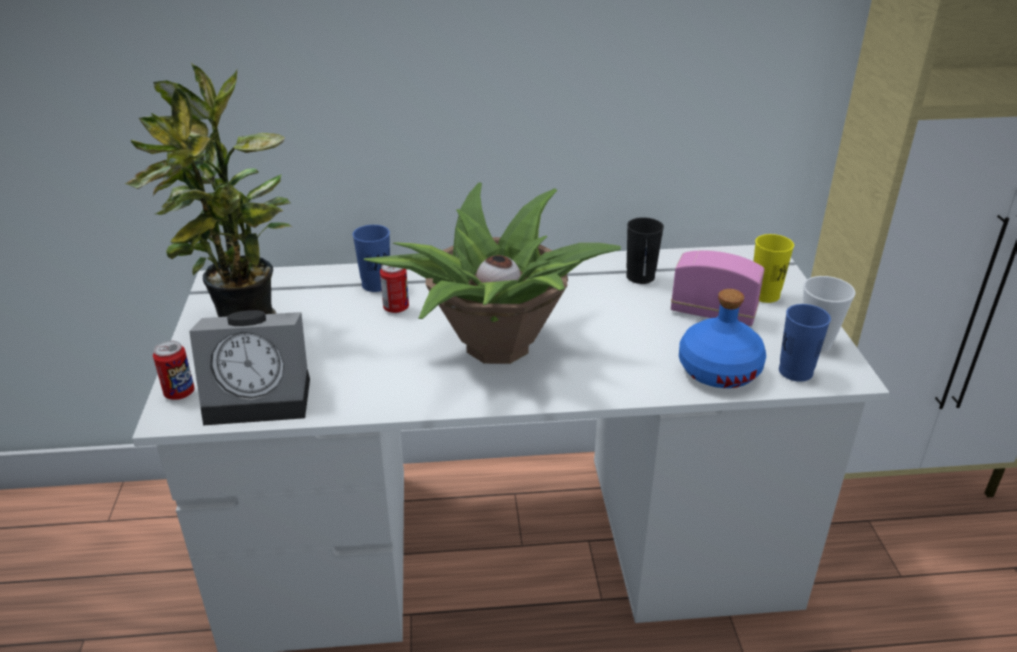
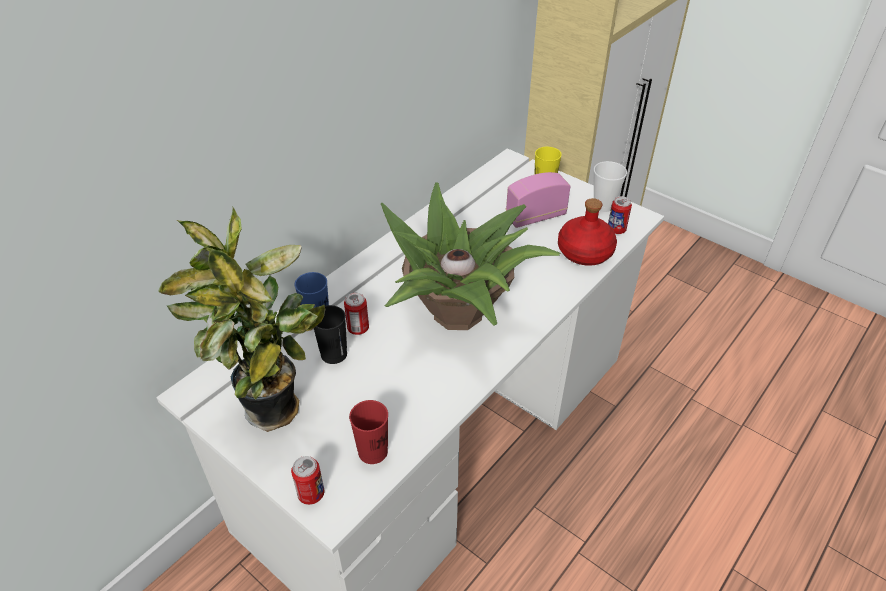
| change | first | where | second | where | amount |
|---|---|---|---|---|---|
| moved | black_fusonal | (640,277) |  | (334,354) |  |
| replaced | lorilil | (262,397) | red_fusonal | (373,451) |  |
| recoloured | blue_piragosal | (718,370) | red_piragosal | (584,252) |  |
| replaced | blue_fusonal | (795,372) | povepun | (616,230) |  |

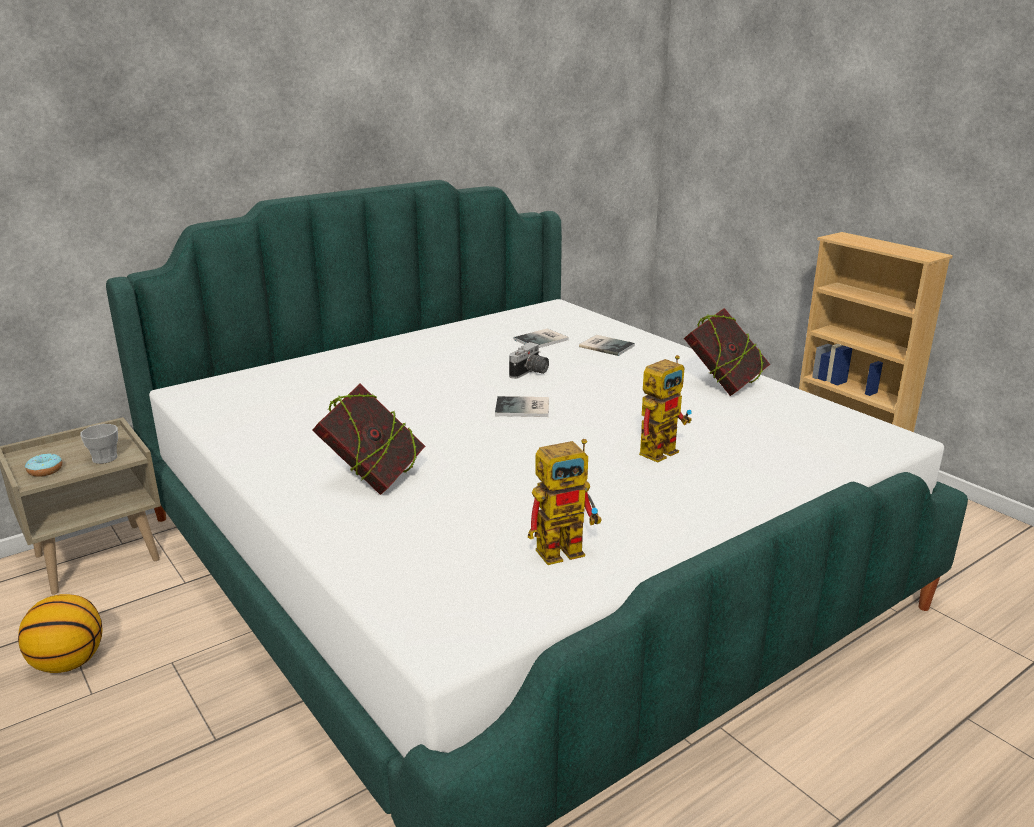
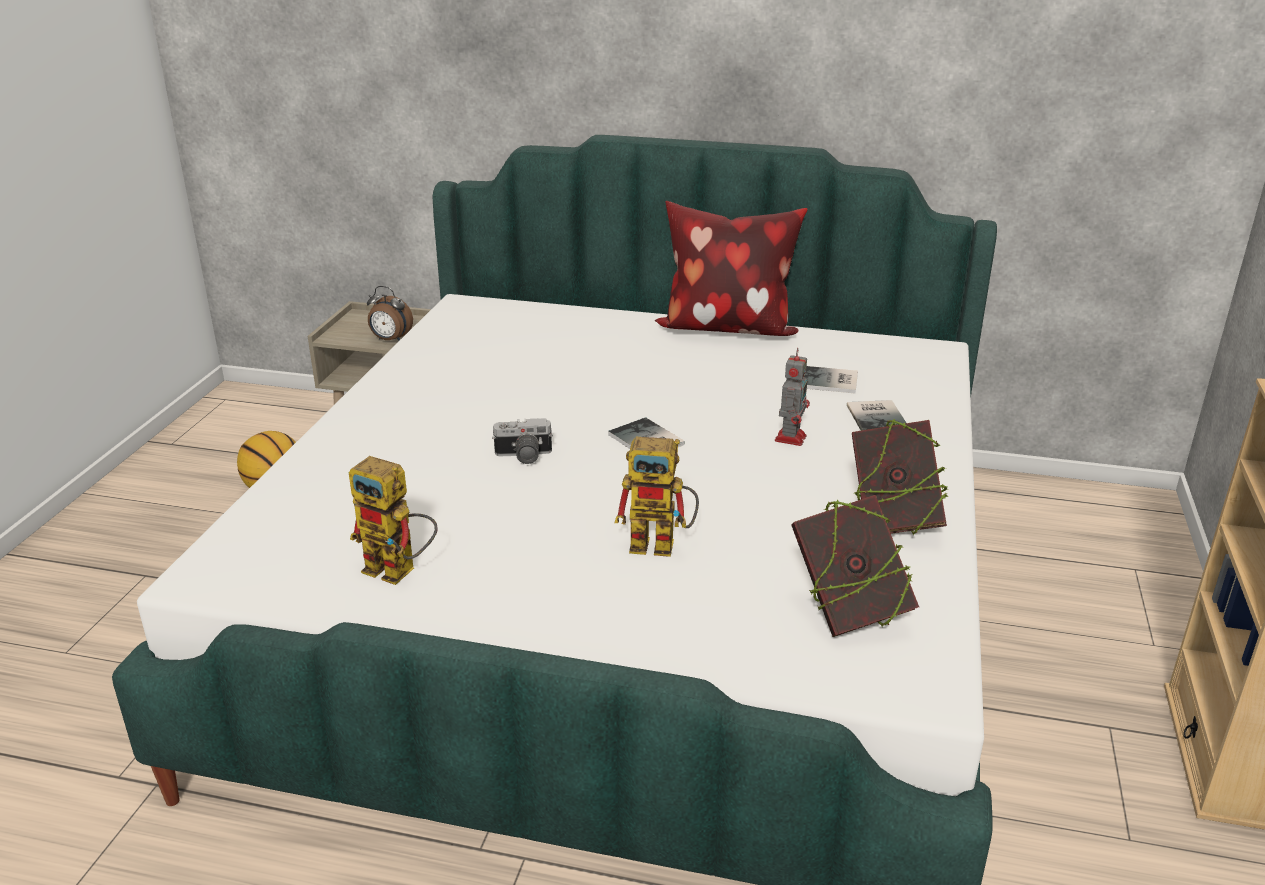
| change | first | where | second | where | amount |
|---|---|---|---|---|---|
| replaced | fusonal | (105,458) | lorilil | (390,340) |  |
| moved | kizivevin | (530,373) |  | (523,456) |  |
| added |  |  | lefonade | (726,328) |  |
| added |  |  | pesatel | (791,437) |  |
| moved | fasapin | (373,479) |  | (848,612) |  |
| removed | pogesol | (45,471) |  |  |  |

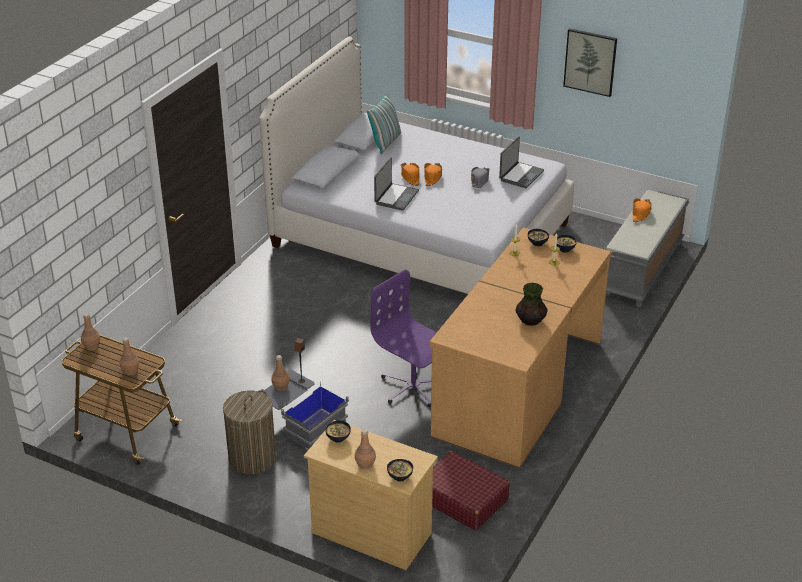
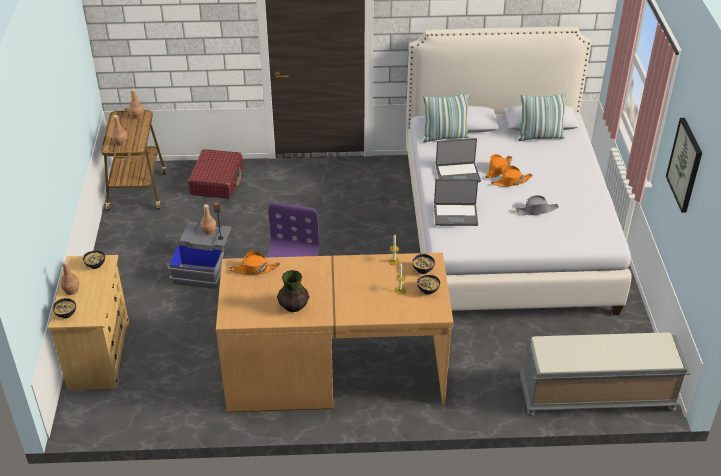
| change | first | where | second | where | amount |
|---|---|---|---|---|---|
| moved | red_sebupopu | (462,499) |  | (217,181) |  |
| moved | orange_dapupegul | (641,213) |  | (254,269) |  |
| added |  |  | lefonade | (445,137) |  |
| moved | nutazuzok | (520,175) |  | (455,215) |  |
| removed | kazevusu | (252,458) |  |  |  |

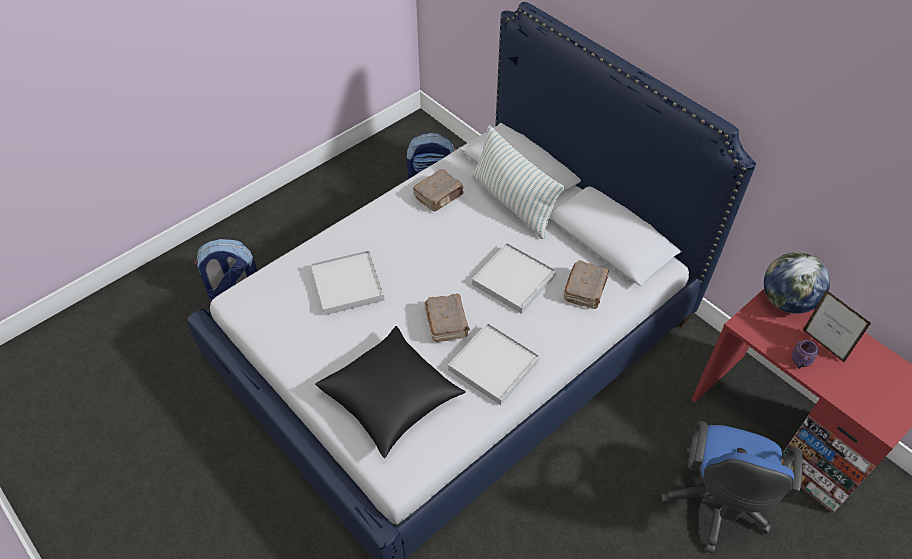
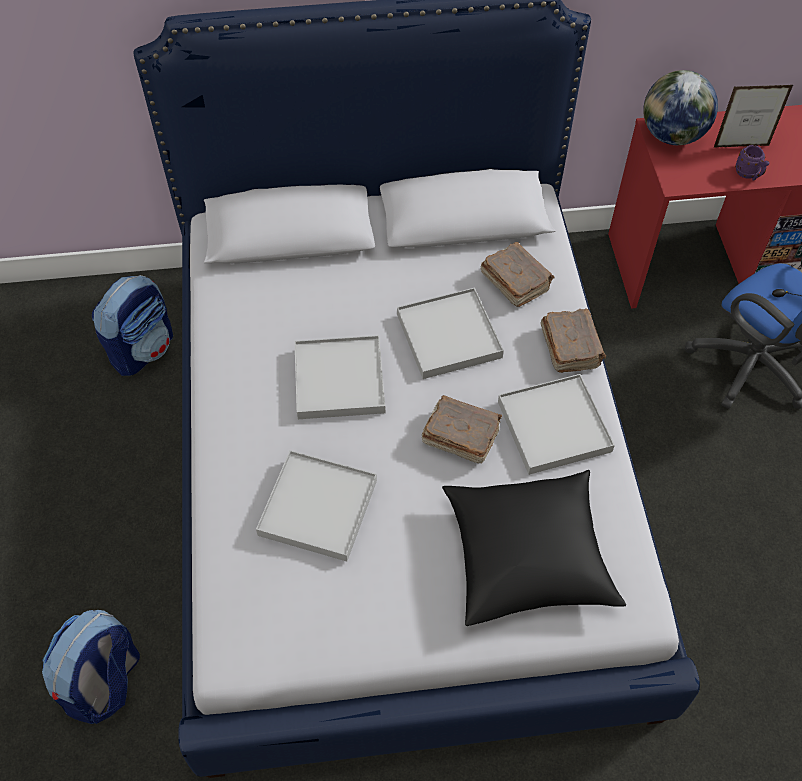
| change | first | where | second | where | amount |
|---|---|---|---|---|---|
| added |  |  | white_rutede | (339,380) |  |
| moved | brown_fasapin | (439,196) |  | (570,347) |  |
| removed | lefonade | (513,203) |  |  |  |

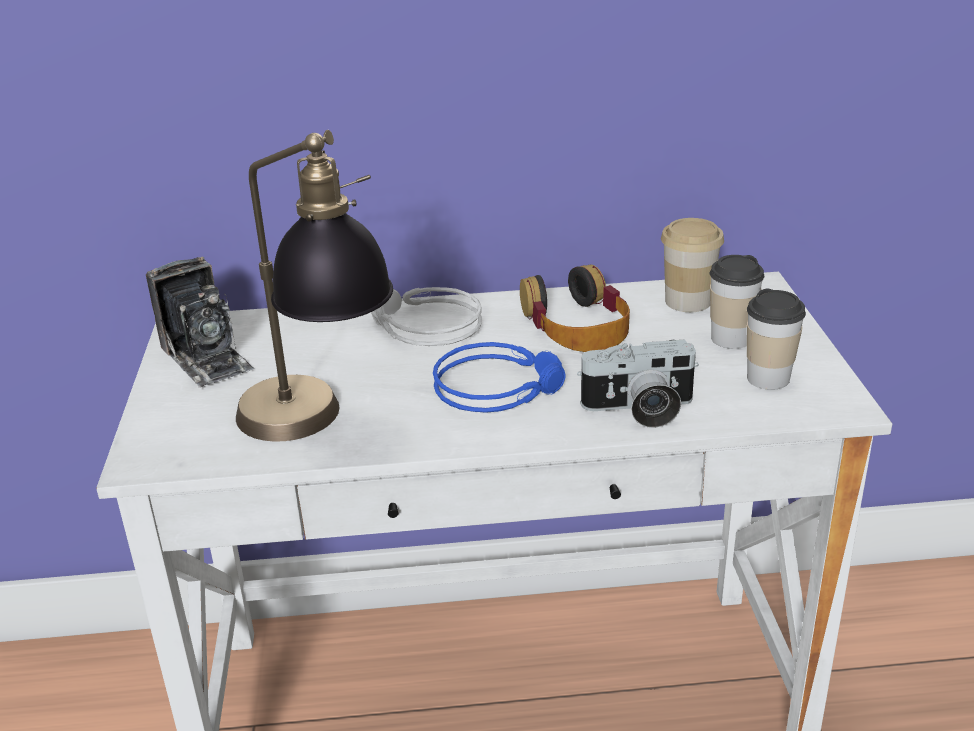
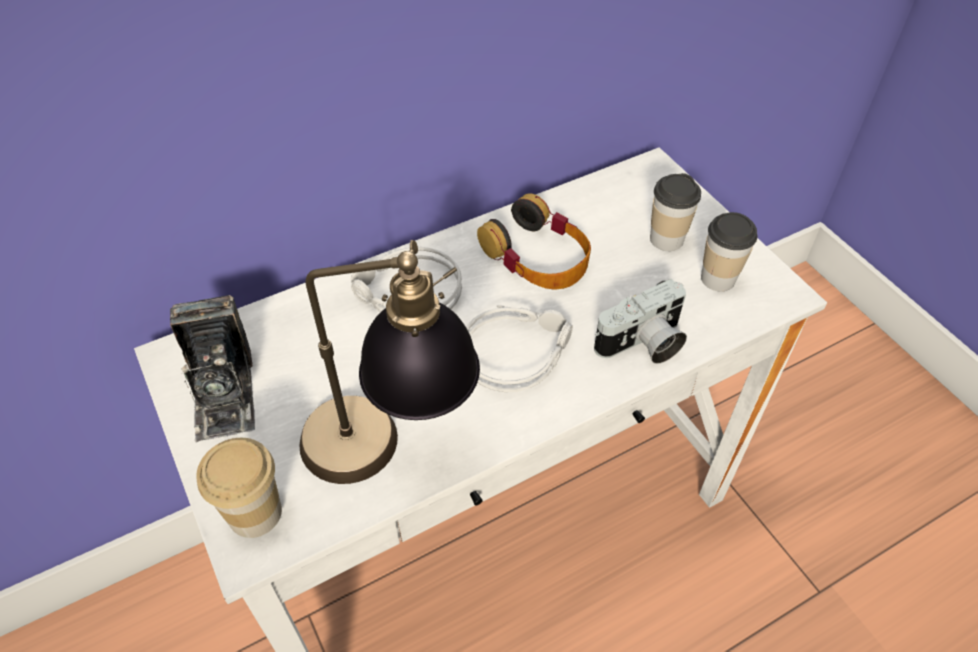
| change | first | where | second | where | amount |
|---|---|---|---|---|---|
| turned | kizivevin | (206,357) |  | (224,392) | 45 degrees clockwise |
| moved | fusonal | (688,301) |  | (255,513) |  |
| recoloured | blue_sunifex | (499,386) | grey_sunifex | (516,350) |  |

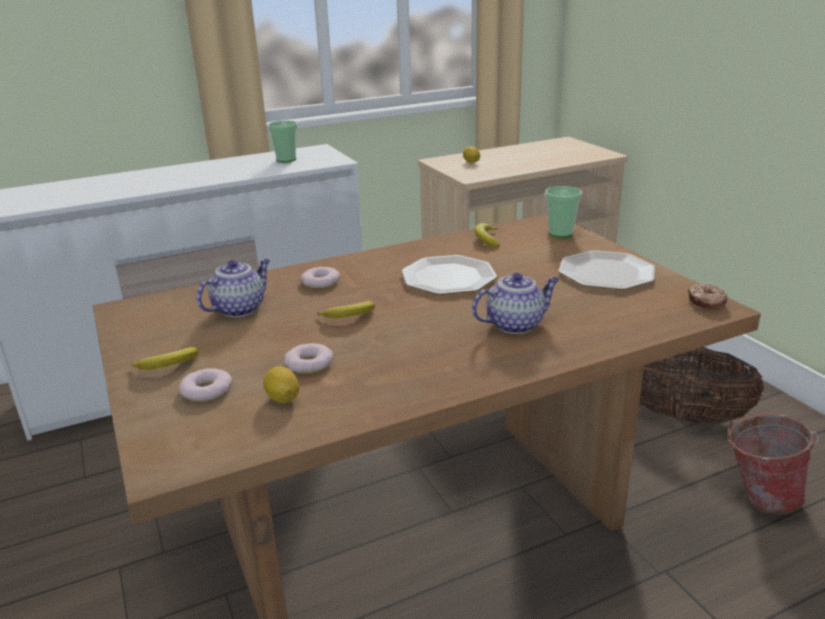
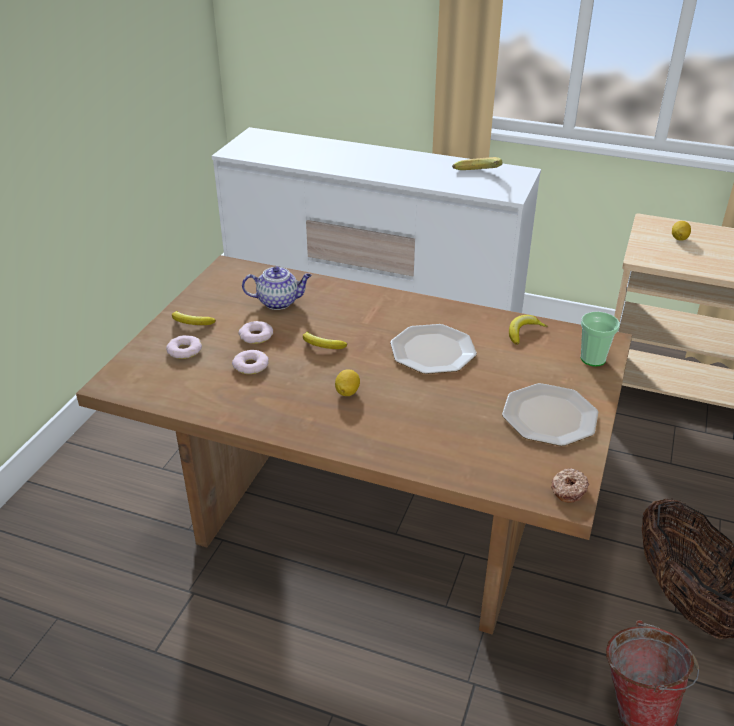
| change | first | where | second | where | amount |
|---|---|---|---|---|---|
| moved | pogesol | (321,282) |  | (256,336) |  |
| moved | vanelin | (283,398) |  | (347,392) |  |
| replaced | fusonal | (286,159) | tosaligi | (478,176) |  |
| removed | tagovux | (515,324) |  |  |  |

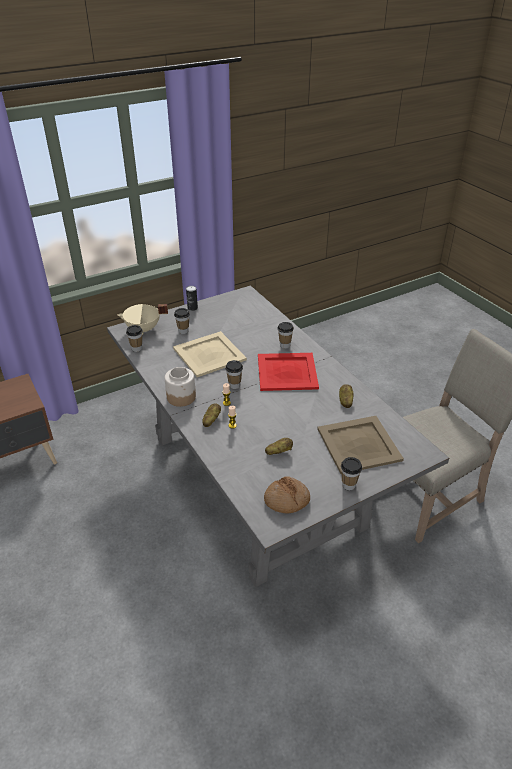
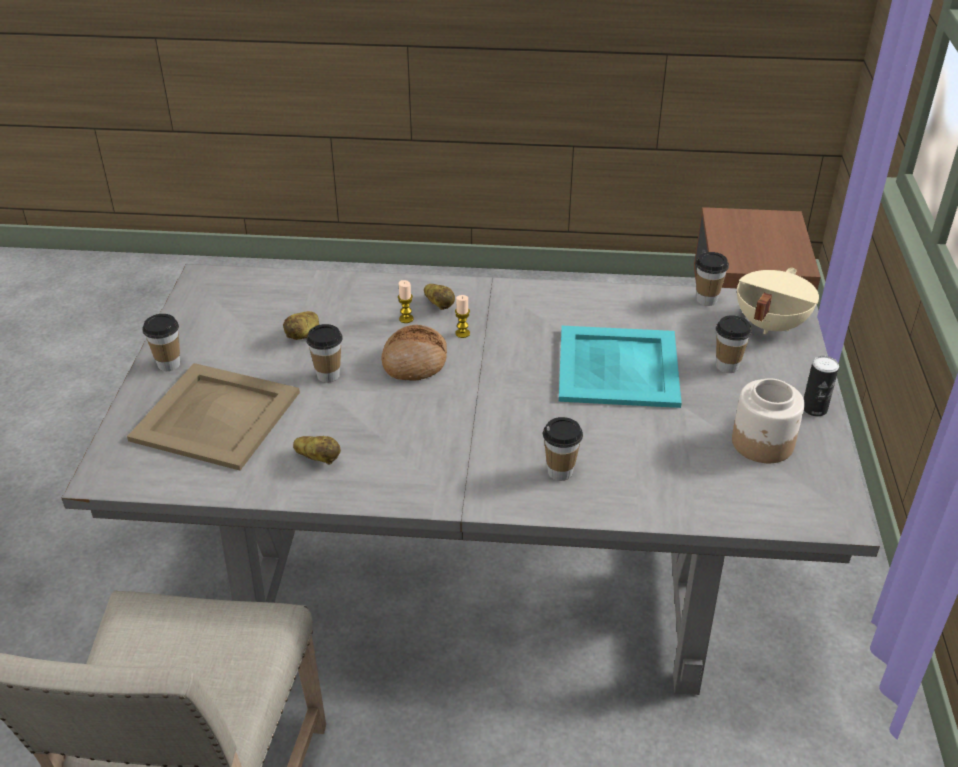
| change | first | where | second | where | amount |
|---|---|---|---|---|---|
| moved | fusonal | (234,385) |  | (328,375) |  |
| moved | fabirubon | (286,500) |  | (414,362) |  |
| recoloured | beige_rutede | (209,354) | turquoise_rutede | (619,368) |  |
| moved | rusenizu | (181,397) |  | (763,443) |  |
| removed | red_rutede | (287,372) |  |  |  |

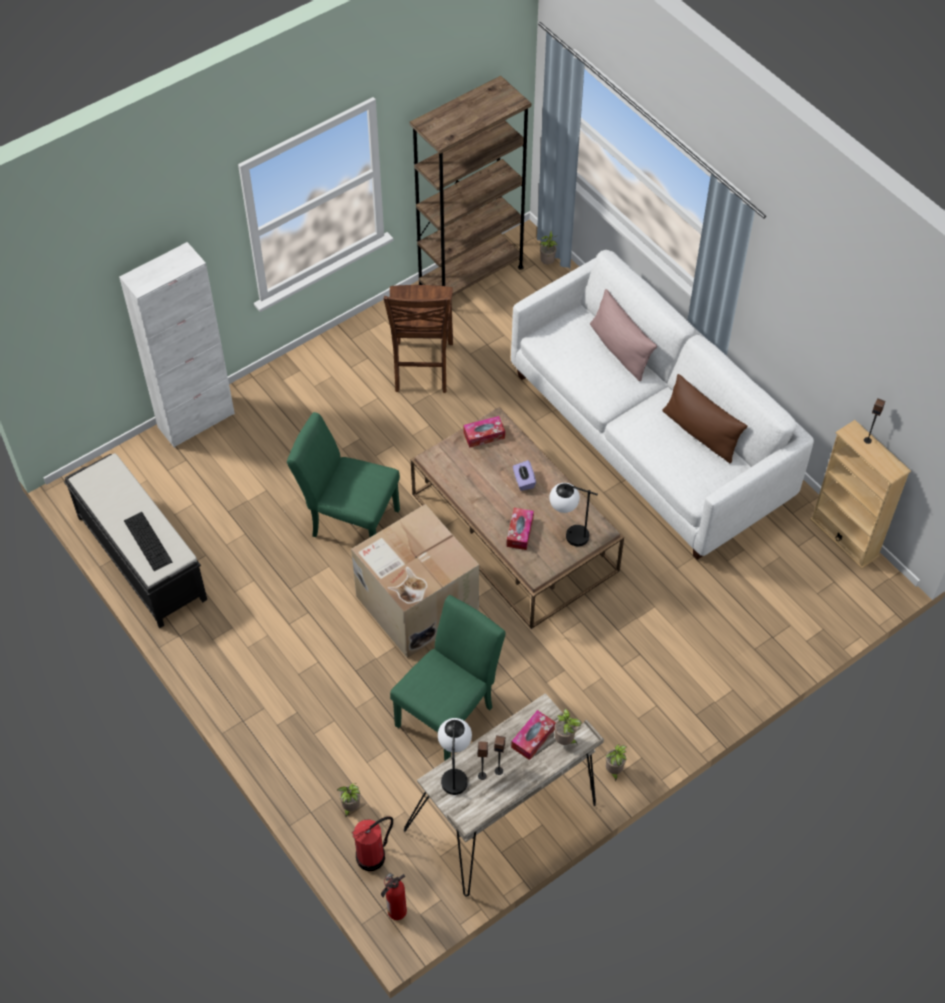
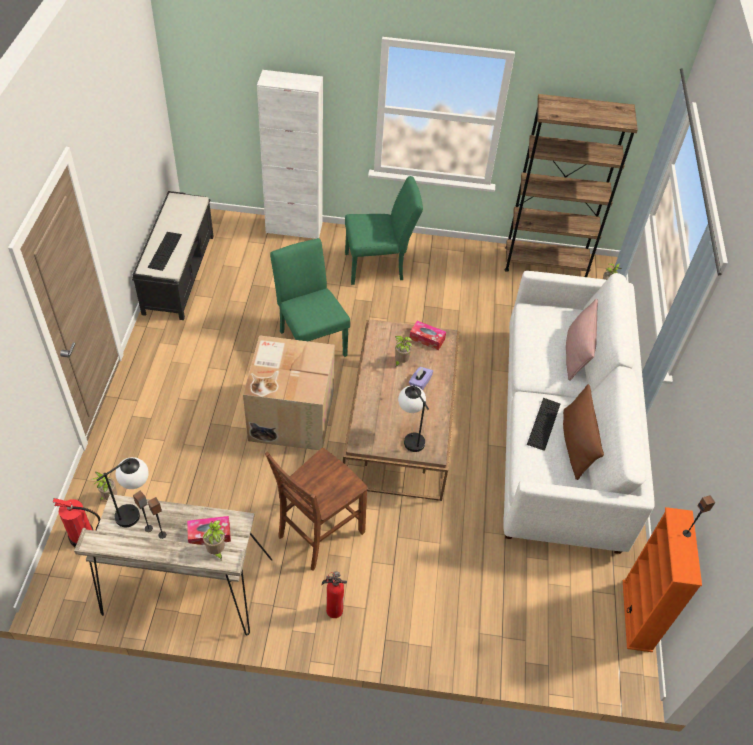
| change | first | where | second | where | amount |
|---|---|---|---|---|---|
| moved | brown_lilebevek | (421,368) |  | (318,534) |  |
| moved | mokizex | (395,912) |  | (333,610) |  |
| moved | green_lilebevek | (449,711) |  | (379,266) |  |
| moved | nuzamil | (613,771) |  | (400,362) |  |
| added |  |  | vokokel | (543,424) |  |
| recoloured | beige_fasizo | (844,537) | orange_fasizo | (637,615) |  |
| removed | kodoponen | (520,532) |  |  |  |

